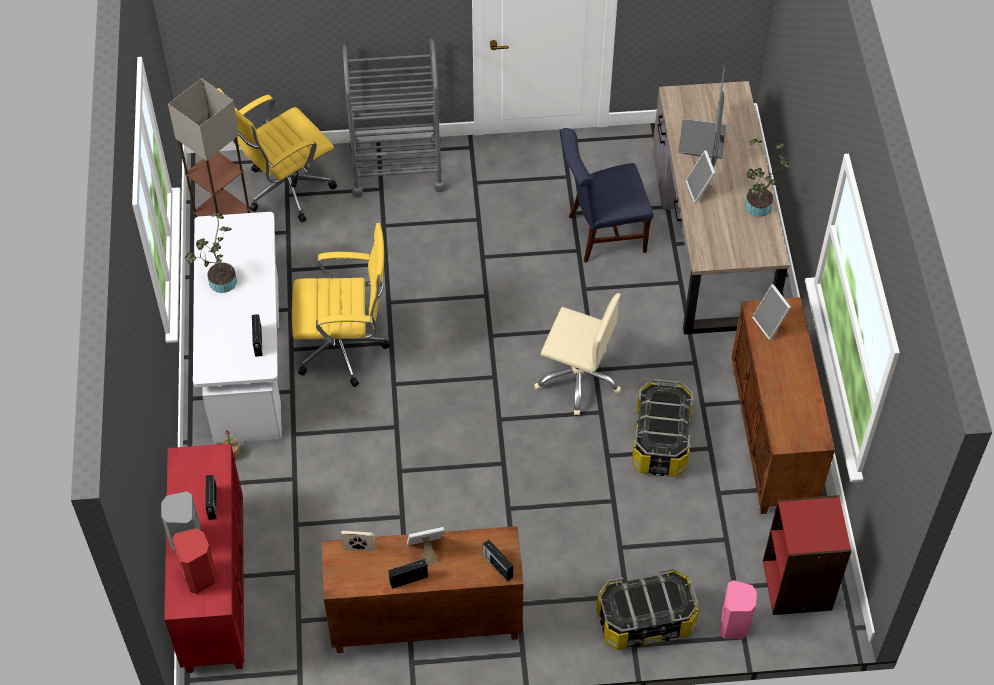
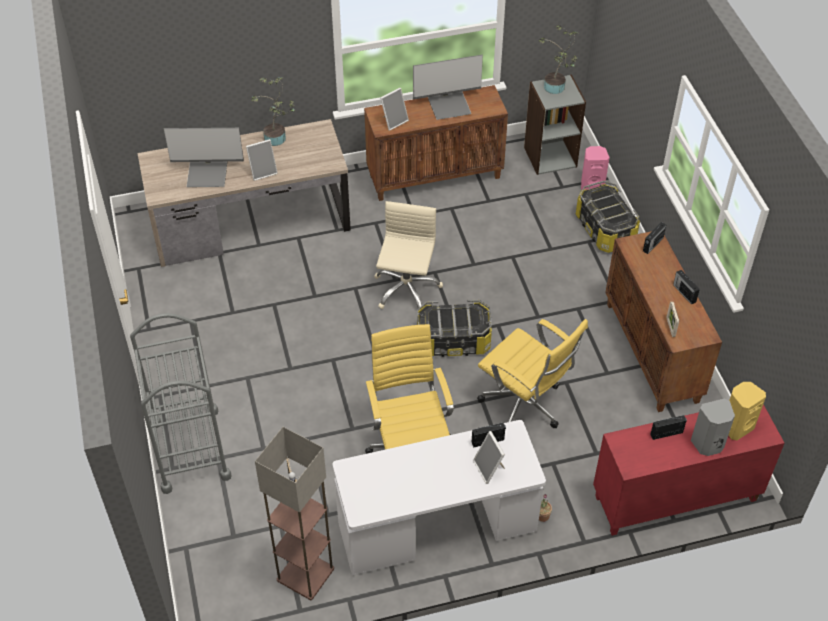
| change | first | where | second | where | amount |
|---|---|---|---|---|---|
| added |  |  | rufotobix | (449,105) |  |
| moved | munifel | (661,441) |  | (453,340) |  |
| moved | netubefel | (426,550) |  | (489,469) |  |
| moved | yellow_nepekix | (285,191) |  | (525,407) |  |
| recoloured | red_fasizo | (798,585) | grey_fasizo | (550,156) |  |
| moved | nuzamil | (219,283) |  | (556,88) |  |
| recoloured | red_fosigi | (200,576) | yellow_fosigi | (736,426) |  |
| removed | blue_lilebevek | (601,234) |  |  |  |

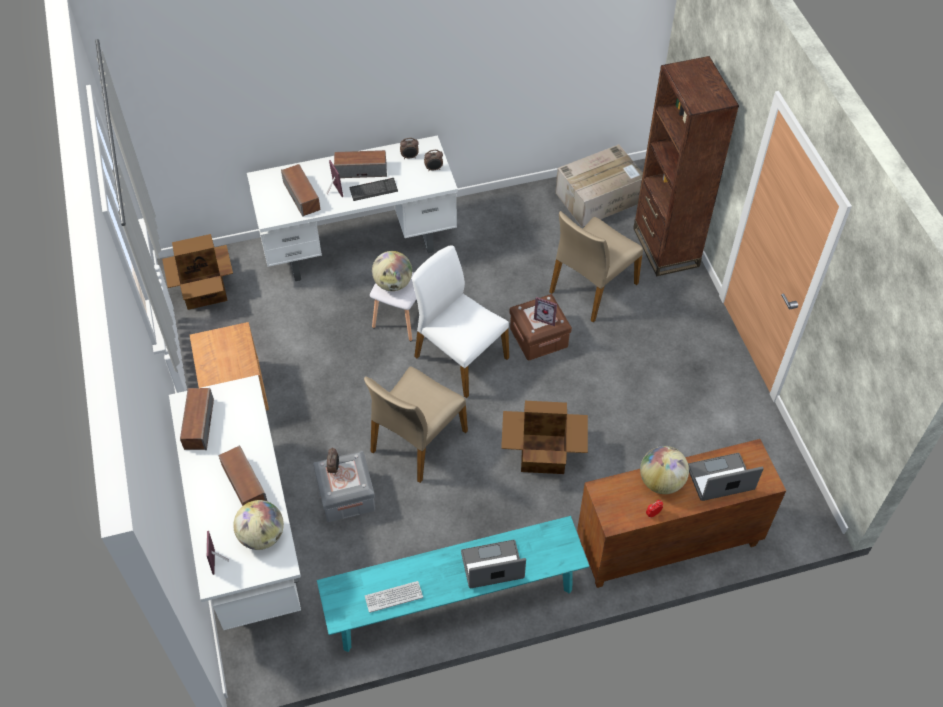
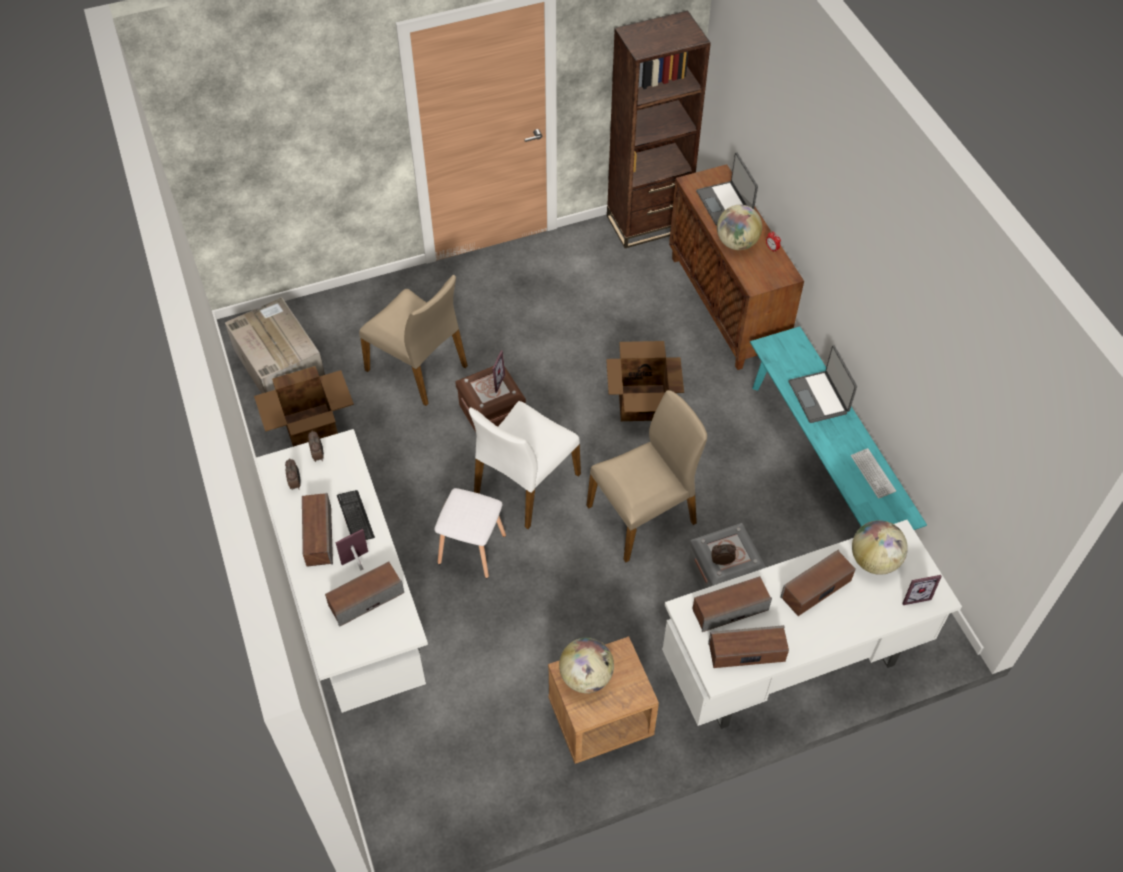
| change | first | where | second | where | amount |
|---|---|---|---|---|---|
| moved | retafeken | (204,291) |  | (311,427) |  |
| moved | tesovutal | (393,284) |  | (586,677) |  |
| turned | beige_lilebevek | (417,441) |  | (643,515) | 60 degrees counterclockwise |
| moved | brown_fasizo | (665,247) |  | (648,223) |  |
| added |  |  | fosigi | (729,609) |  |

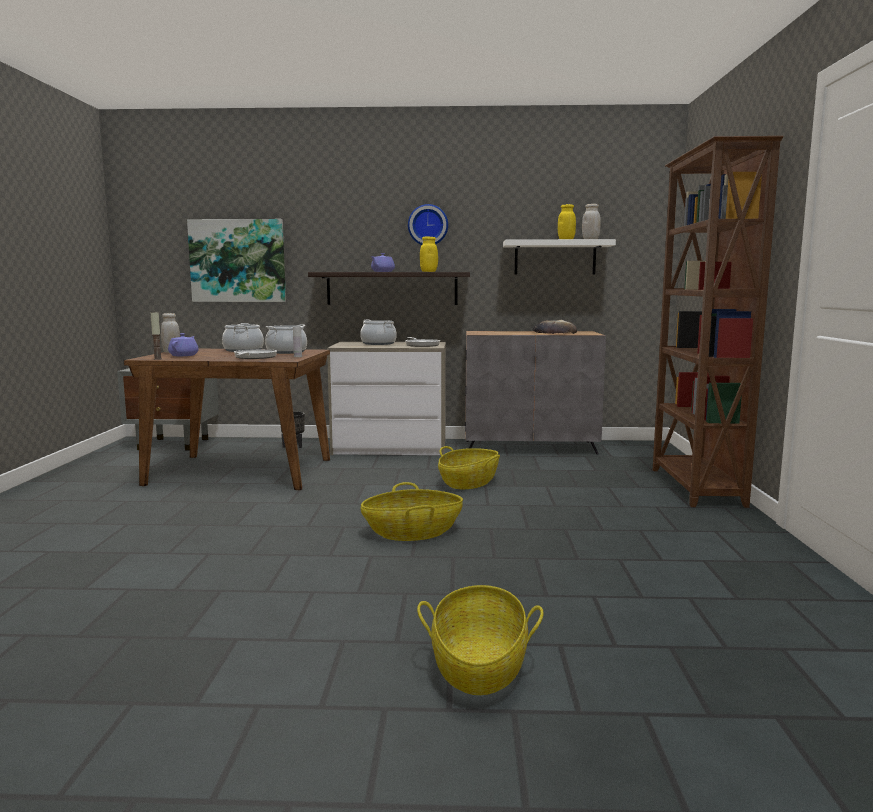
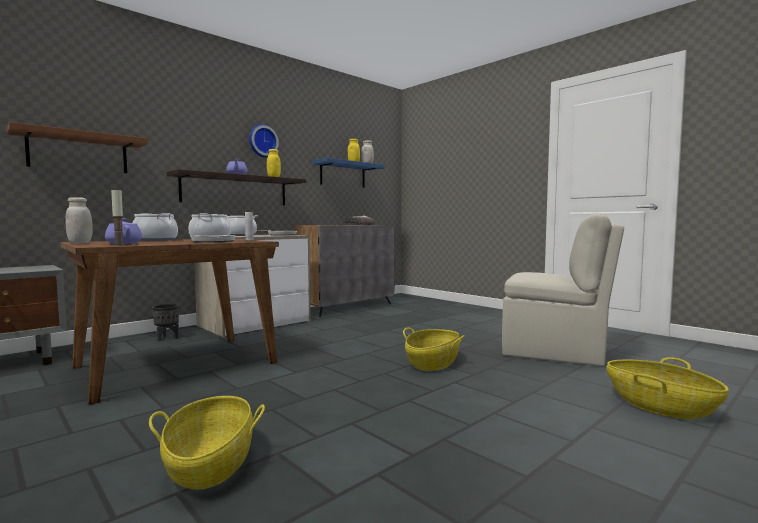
| change | first | where | second | where | amount |
|---|---|---|---|---|---|
| replaced | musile | (238,261) | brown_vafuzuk | (78,153) |  |
| moved | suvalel | (469,482) |  | (210,464) |  |
| recoloured | white_vafuzuk | (555,258) | blue_vafuzuk | (343,174) |  |
| added |  |  | beige_lilebevek | (556,352) |  |
| removed | brown_fasizo | (695,487) |  |  |  |

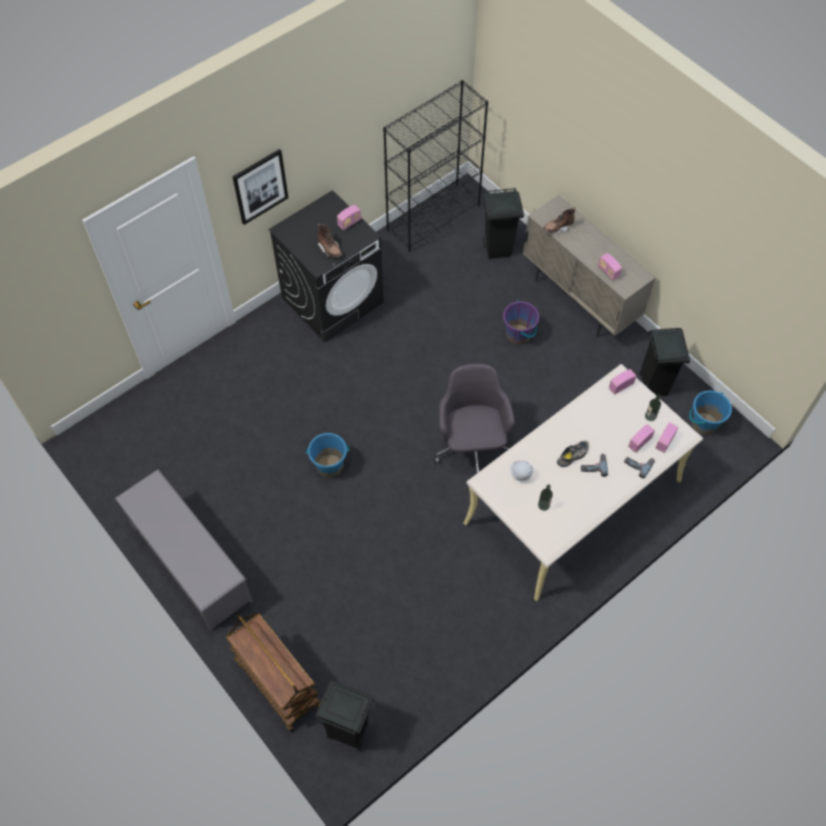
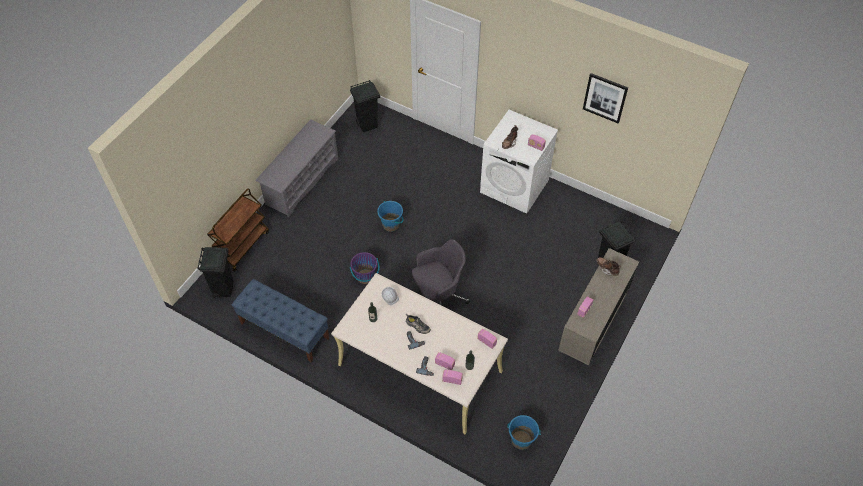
| change | first | where | second | where | amount |
|---|---|---|---|---|---|
| added |  |  | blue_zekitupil | (284,330) |  |
| moved | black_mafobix | (653,385) |  | (367,125) |  |
| moved | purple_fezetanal | (518,335) |  | (365,276) |  |
| recoloured | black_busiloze | (333,299) | white_busiloze | (515,186) |  |
| moved | musile | (260,186) |  | (605,97) |  |
| removed | black_fasizo | (433,217) |  |  |  |

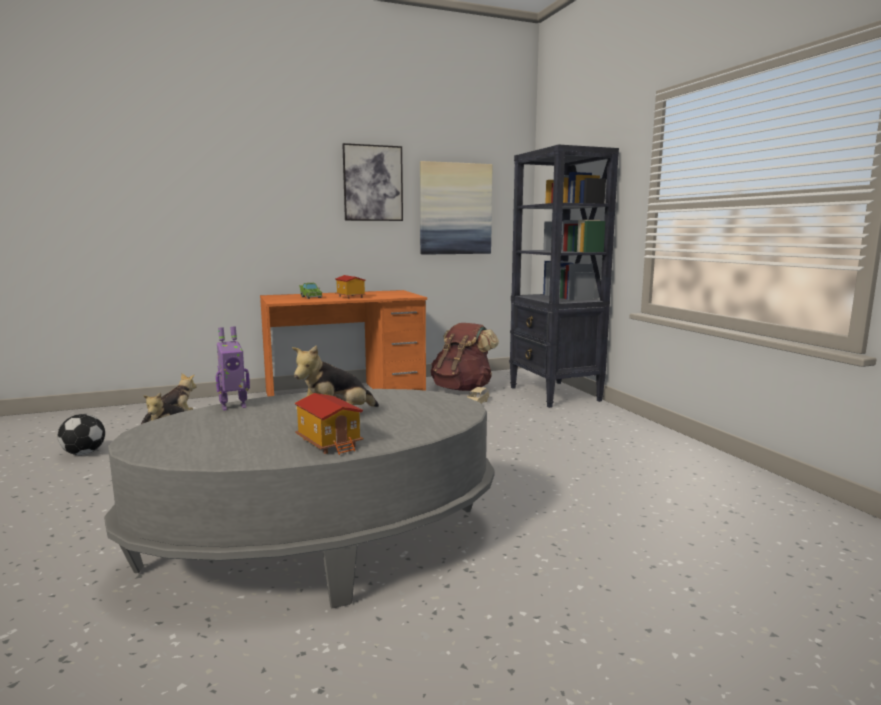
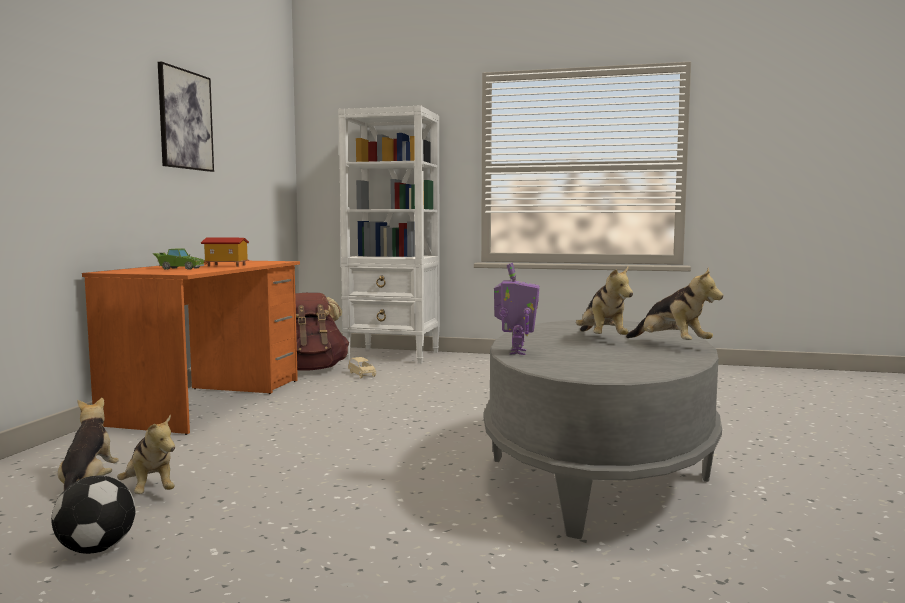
| change | first | where | second | where | amount |
|---|---|---|---|---|---|
| recoloured | black_fasizo | (554,394) | white_fasizo | (393,355) |  |
| replaced | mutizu | (330,443) | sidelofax | (671,345) |  |
| removed | musile | (455,209) |  |  |  |

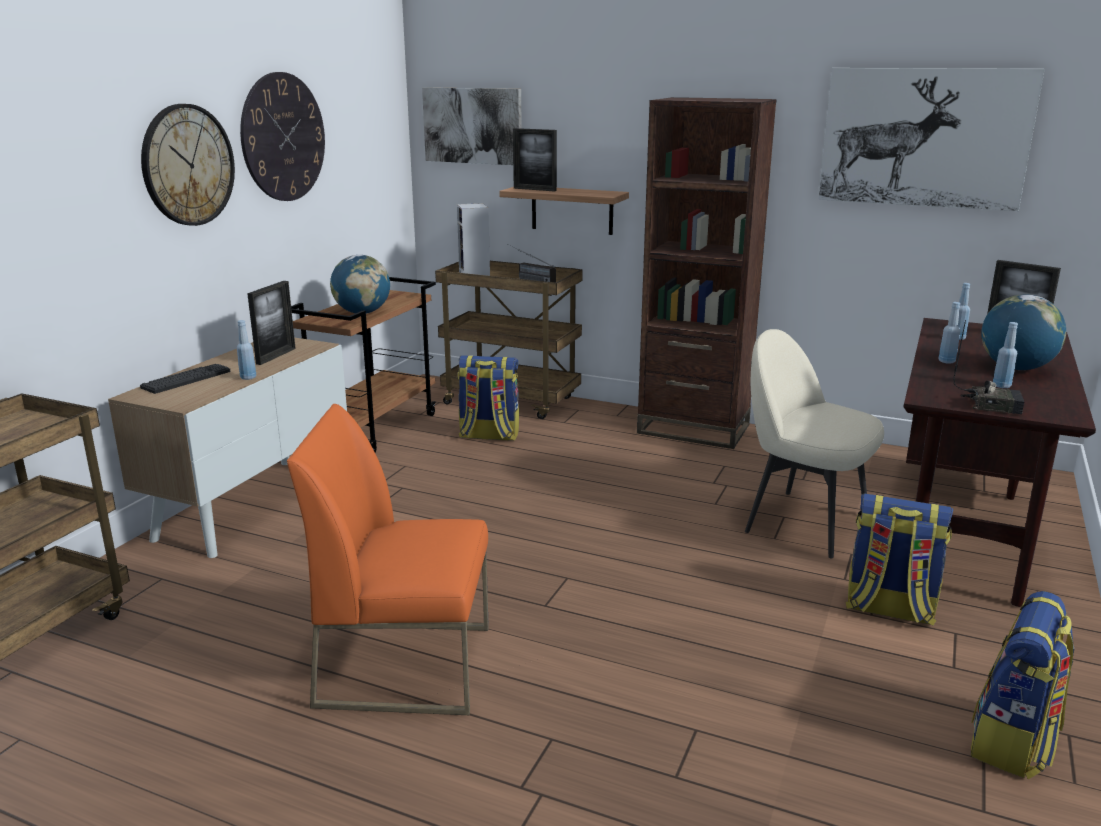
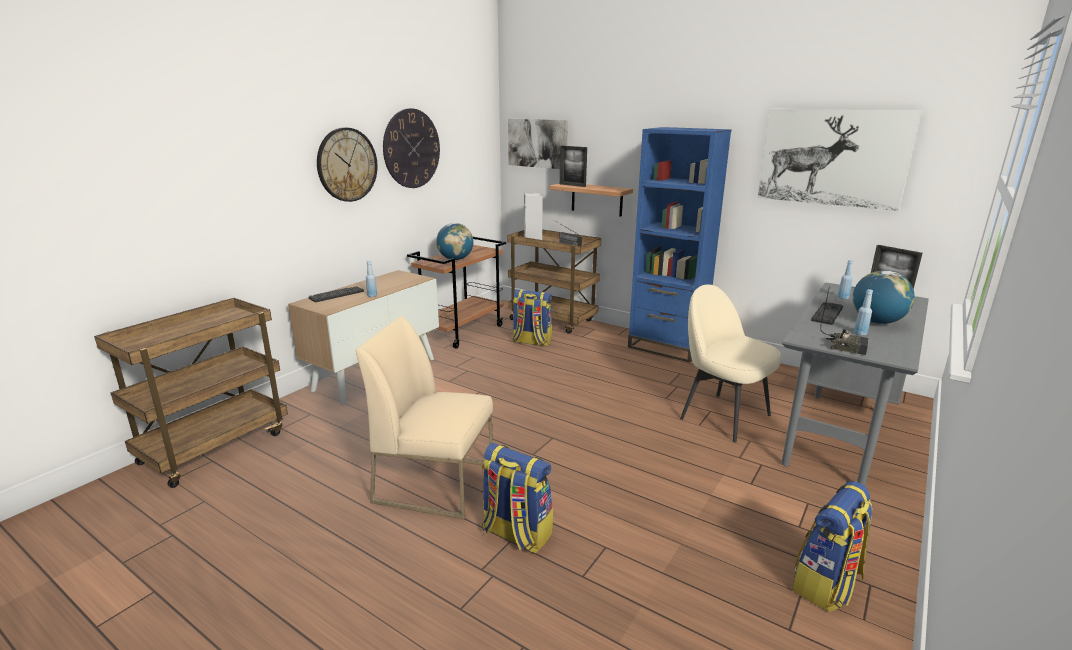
| change | first | where | second | where | amount |
|---|---|---|---|---|---|
| recoloured | orange_lilebevek | (407,664) | beige_lilebevek | (436,482) |  |
| moved | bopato | (889,609) |  | (515,534) |  |
| recoloured | brown_fasizo | (693,429) | blue_fasizo | (666,347) |  |
| recoloured | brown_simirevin | (965,528) | grey_simirevin | (838,430) |  |
| replaced | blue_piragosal | (946,361) | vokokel | (827,314) |  |
| removed | netubefel | (276,356) |  |  |  |

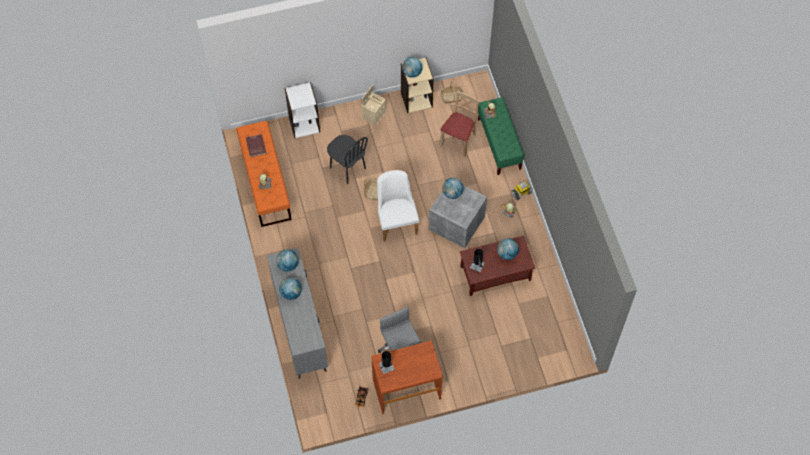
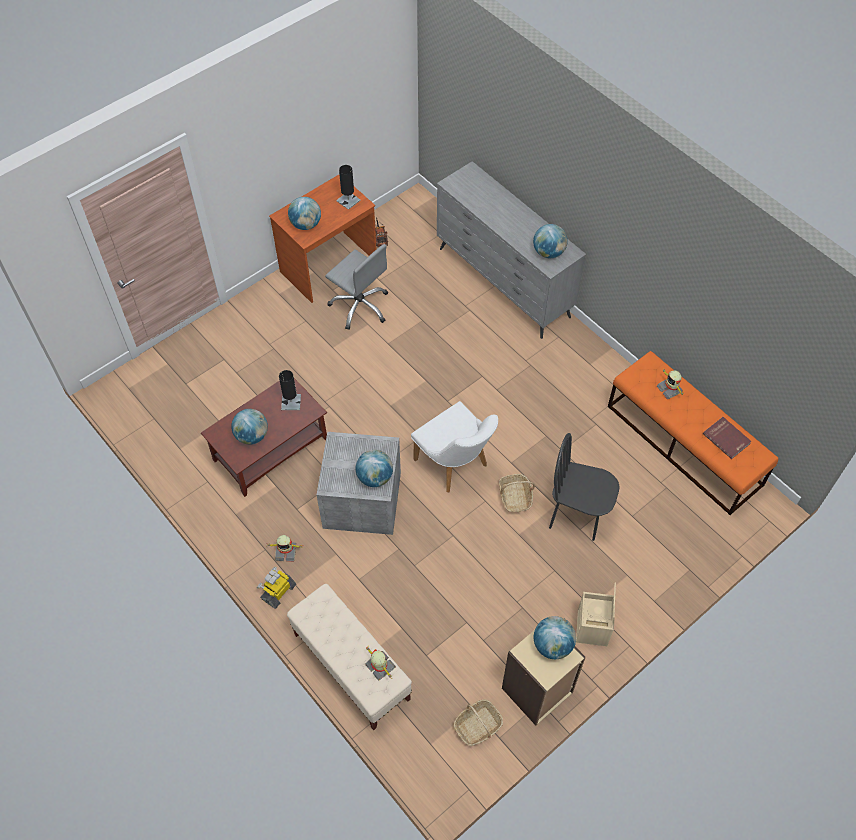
| change | first | where | second | where | amount |
|---|---|---|---|---|---|
| recoloured | green_zekitupil | (499,144) | beige_zekitupil | (351,666) |  |
| moved | tesovutal | (291,293) |  | (306,224) |  |
| removed | white_fasizo | (304,124) |  |  |  |
| removed | beige_lilebevek | (459,140) |  |  |  |

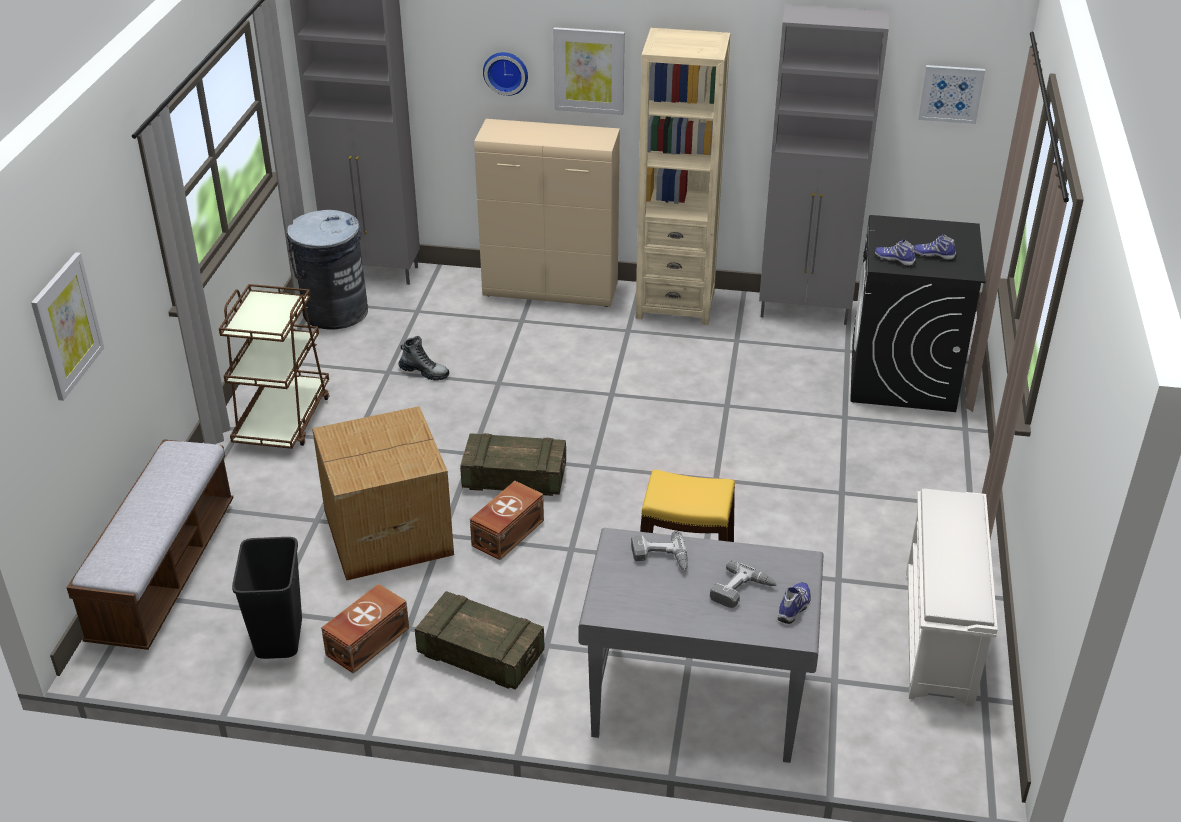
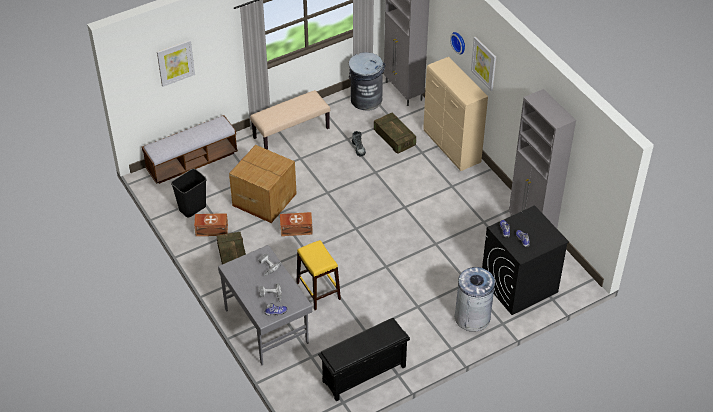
| change | first | where | second | where | amount |
|---|---|---|---|---|---|
| replaced | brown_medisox | (283,420) | beige_zekitupil | (291,133) |  |
| recoloured | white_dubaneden | (940,636) | black_dubaneden | (363,375) |  |
| moved | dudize | (514,478) |  | (394,138) |  |
| added |  |  | grey_mafobix | (472,317) |  |
| removed | beige_fasizo | (675,305) |  |  |  |
| removed | musile | (951,93) |  |  |  |

